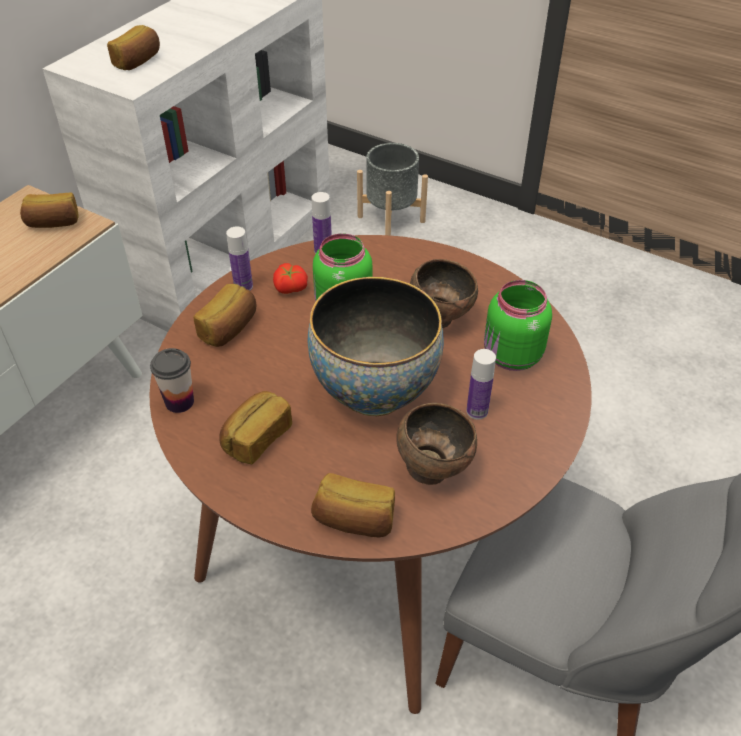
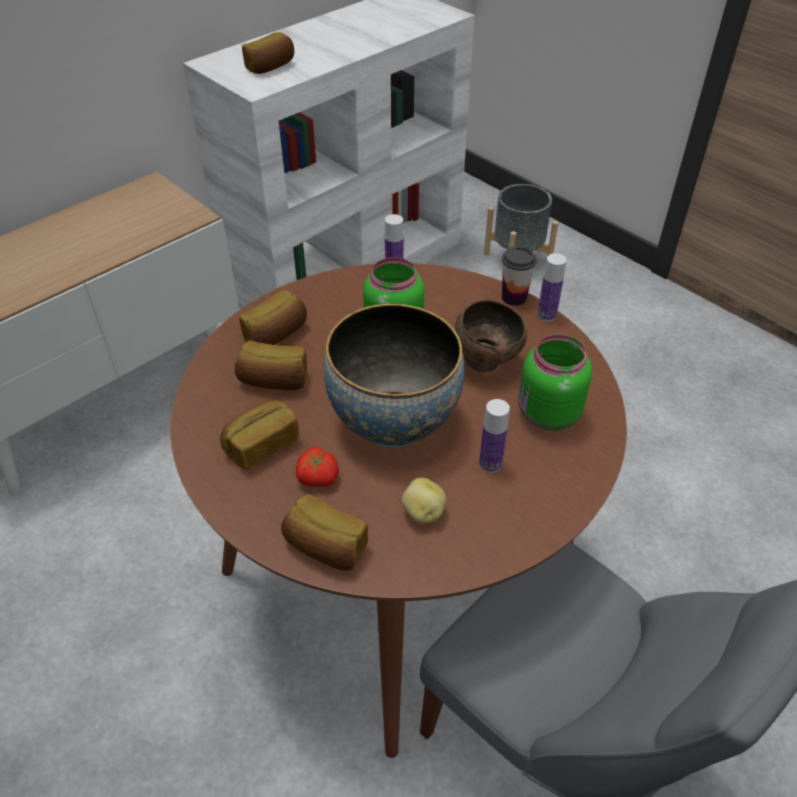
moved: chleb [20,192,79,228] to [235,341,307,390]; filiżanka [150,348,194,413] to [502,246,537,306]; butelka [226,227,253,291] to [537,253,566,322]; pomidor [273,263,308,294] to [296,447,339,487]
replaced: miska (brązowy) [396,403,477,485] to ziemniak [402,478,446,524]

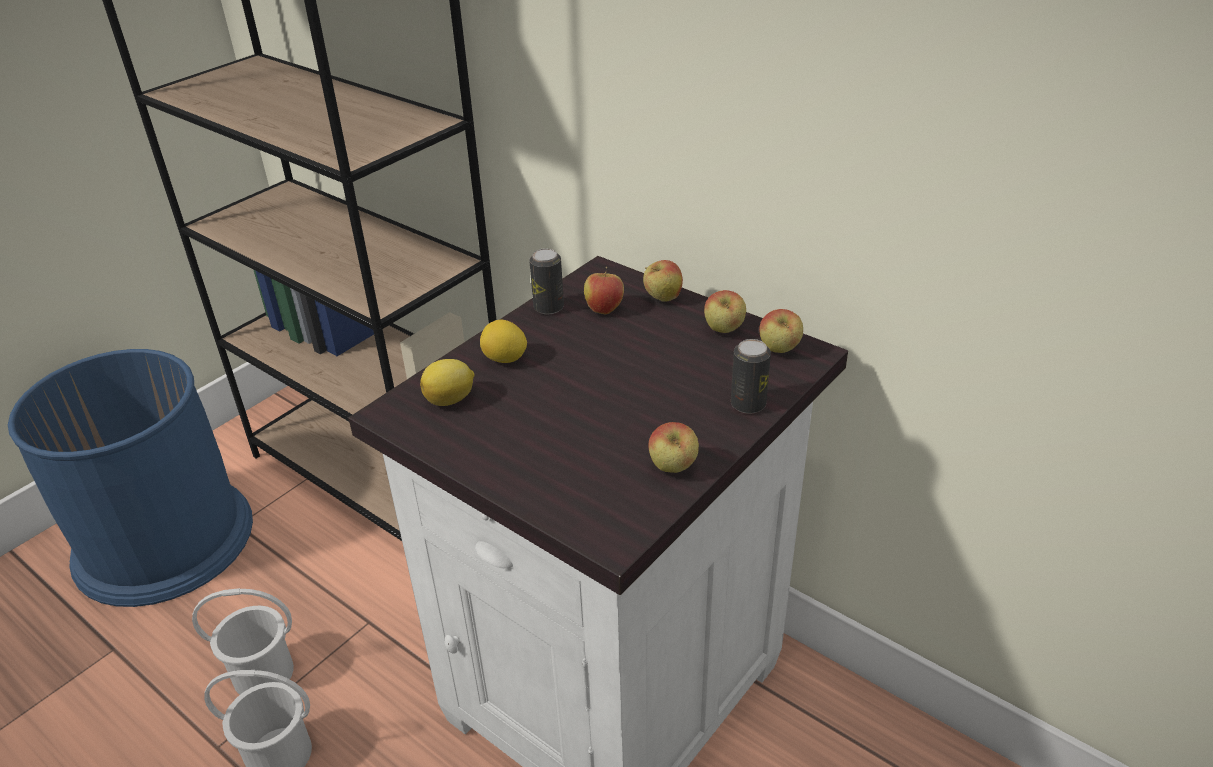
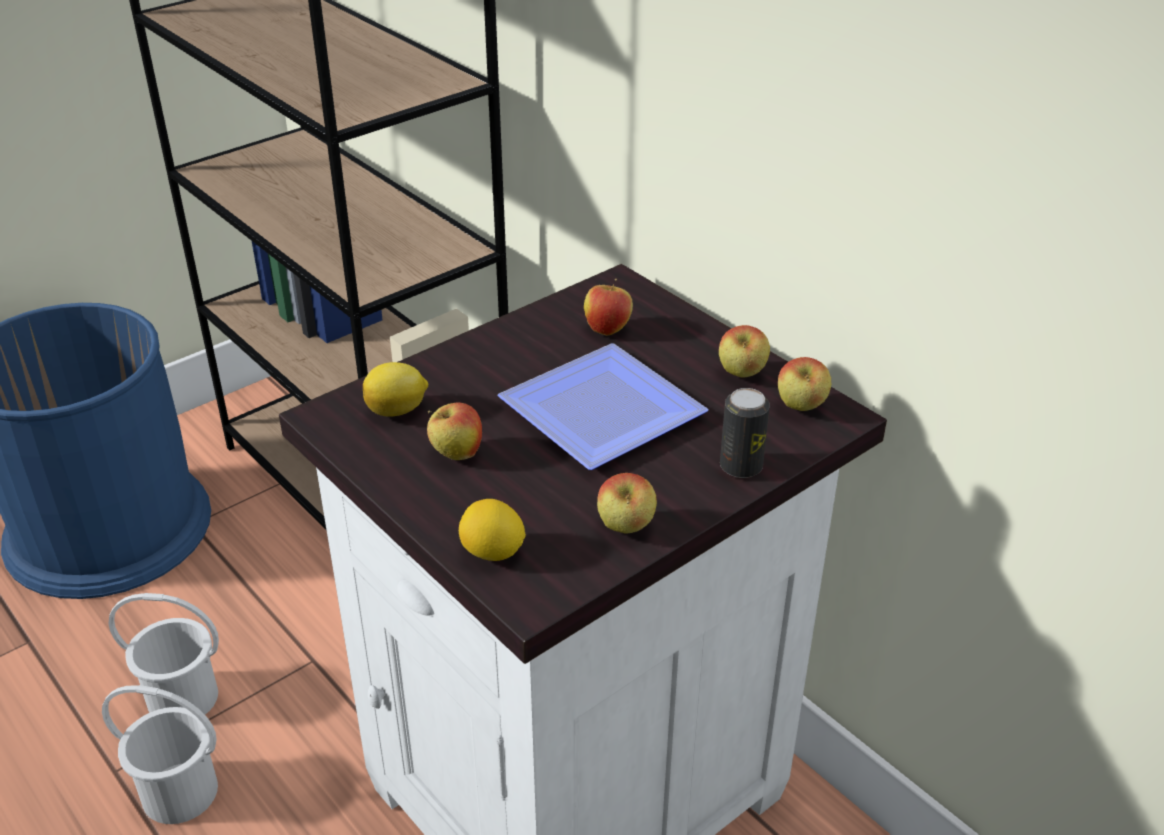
removed: puszka [529,248,564,314]
added: talerz [497,343,708,470]
moved: cytryna [480,320,527,363] to [459,499,526,561]; jabłko [643,260,683,302] to [427,402,482,460]

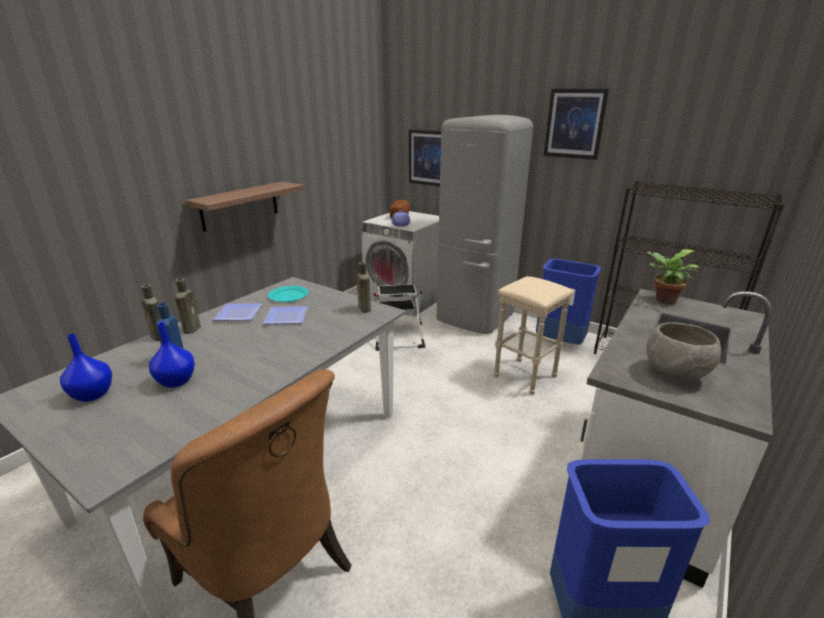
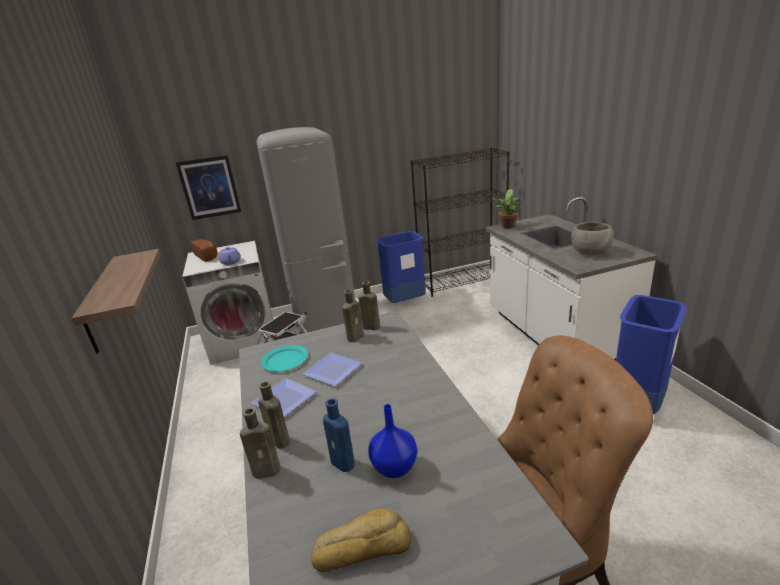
removed: stołek (beżowy) [494,276,574,395]; obraz [544,89,609,160]
added: butelka (brązowy) [342,290,364,342]
replaced: wazon (niebieski) [60,334,112,402] to chleb [311,508,411,572]

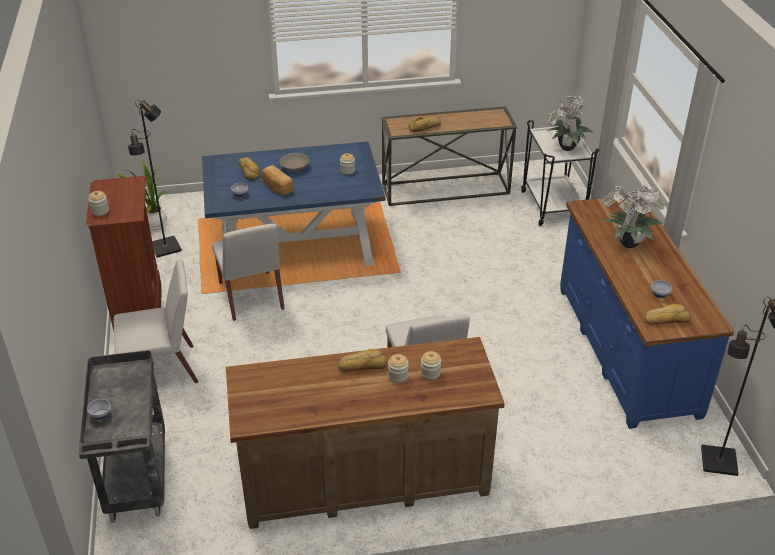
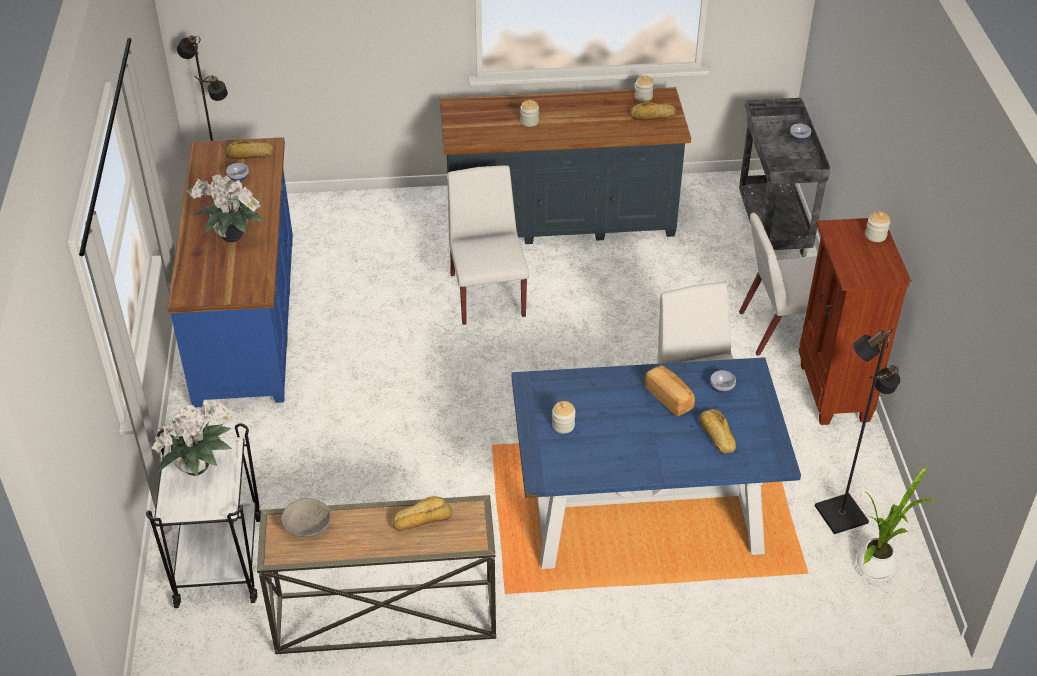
moved: miska (szary) [279,153,309,172] to [281,498,331,537]; chleb [338,349,387,372] to [631,101,676,120]; słoik [421,351,441,380] to [635,76,654,102]

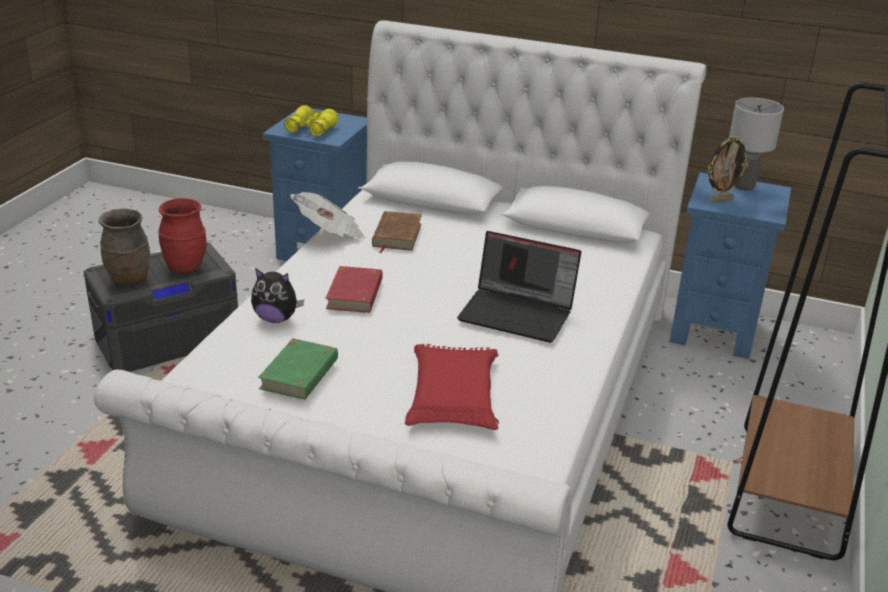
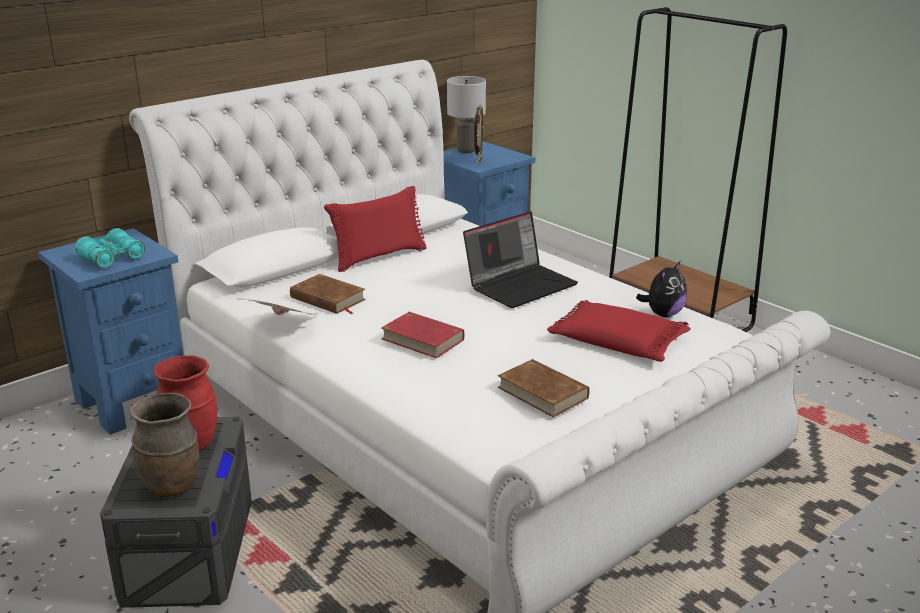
added: poduszka (czerwony) [324,186,427,272]
moved: pluszak [251,268,304,323] to [636,261,687,317]
recoloured: książka (zielony) [258,338,338,400] to książka (brązowy) [498,359,590,417]; lornetka (żółty) [284,105,338,136] to lornetka (turkusowy) [75,228,145,268]

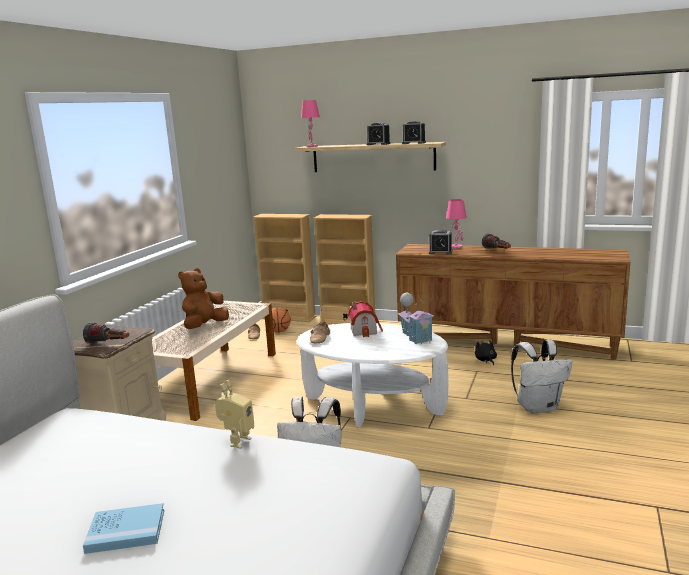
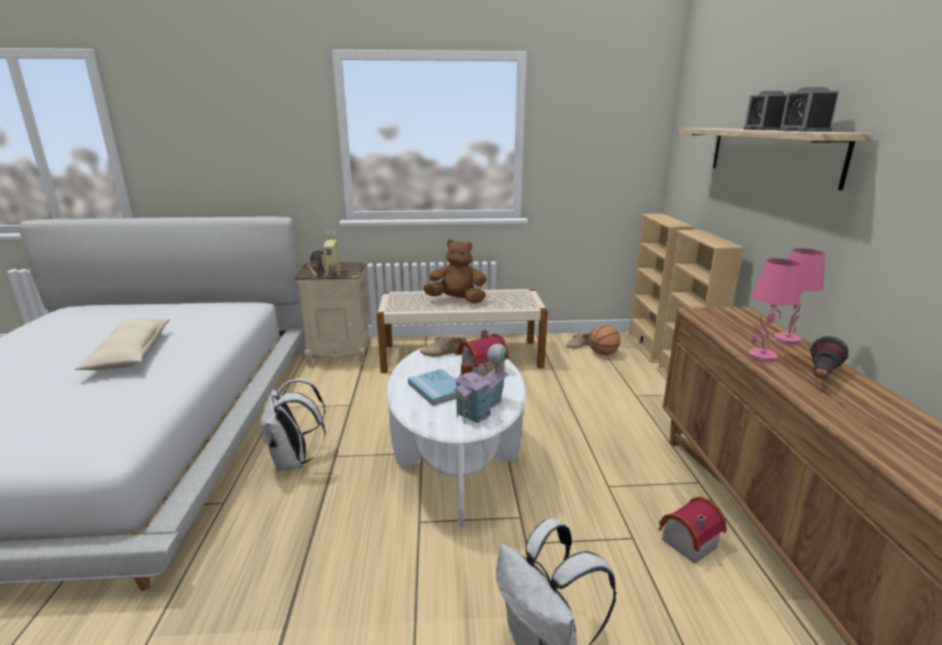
removed: budzik [429,230,452,254]
added: poduszka (beżowy) [74,318,170,370]
moved: książka (niebieski) [83,503,164,554] to [408,369,456,406]; robot zabawkowy [215,380,254,449] to [322,230,341,275]; lampa stołowa (różowy) [301,100,320,147] to [748,258,801,362]
replaced: pluszak (czarny) [475,340,497,365] to domek [658,496,727,564]

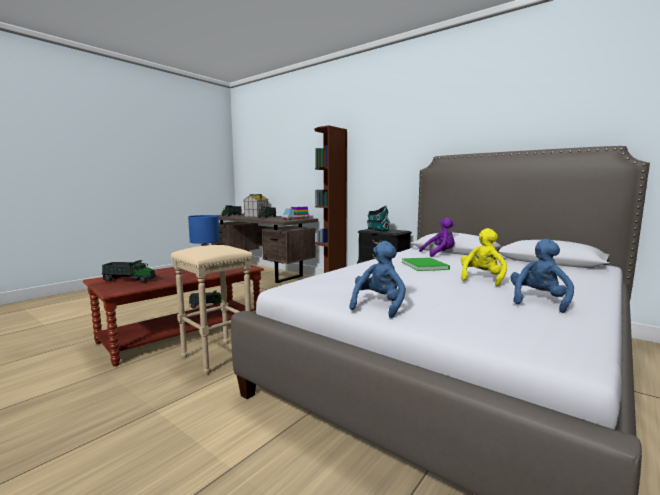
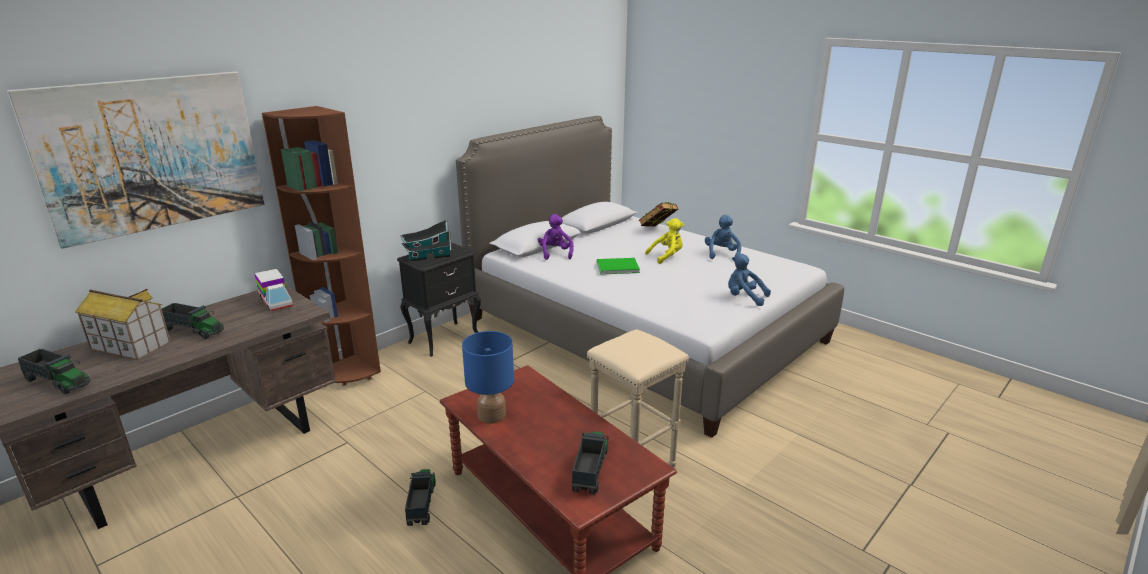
added: obraz [7,72,264,249]; książka [638,202,678,227]
turned: pluszak (żółty) [461,228,507,286] = [645,218,684,264] 120 degrees clockwise; pluszak (niebieski) [510,239,574,313] = [705,215,741,259] 60 degrees clockwise

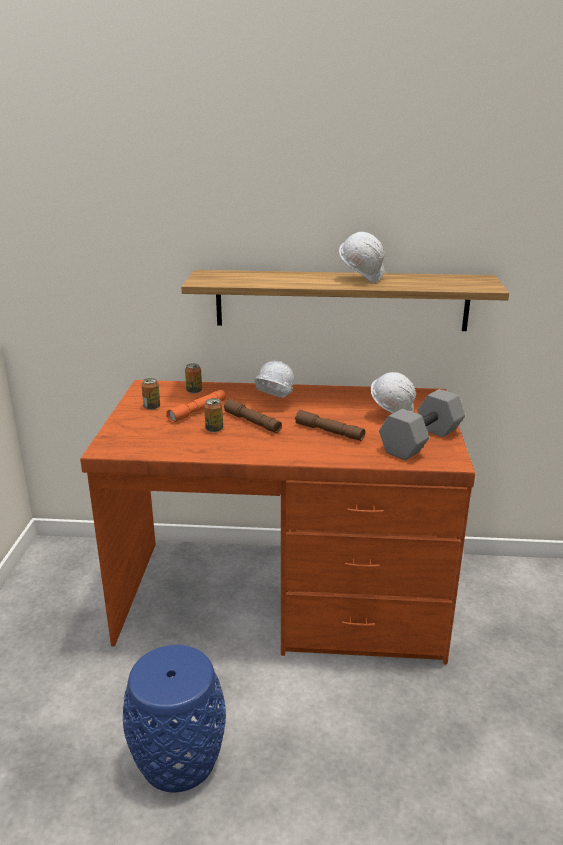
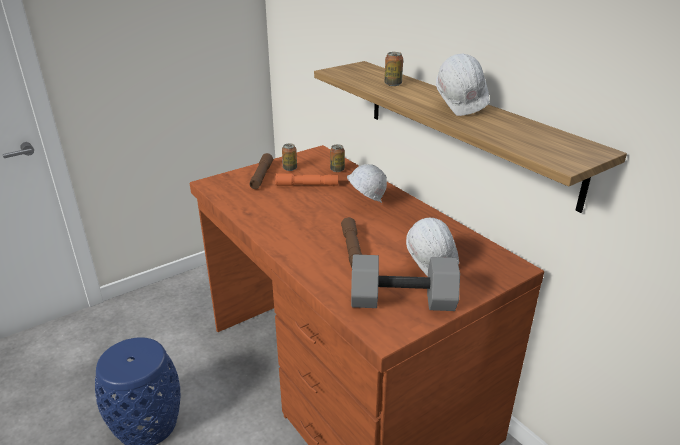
moved: puszka [204,398,223,432] to [385,52,403,86]; latarka (brązowy) [224,399,282,433] to [250,153,273,189]

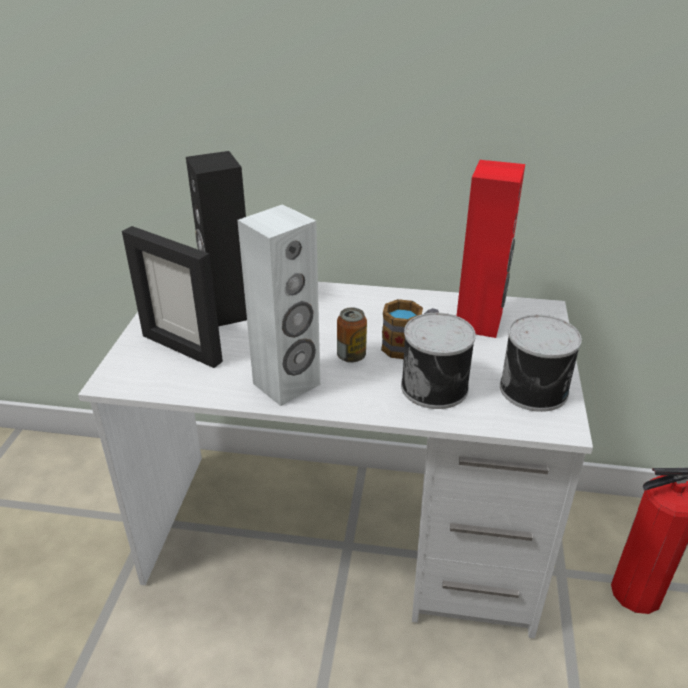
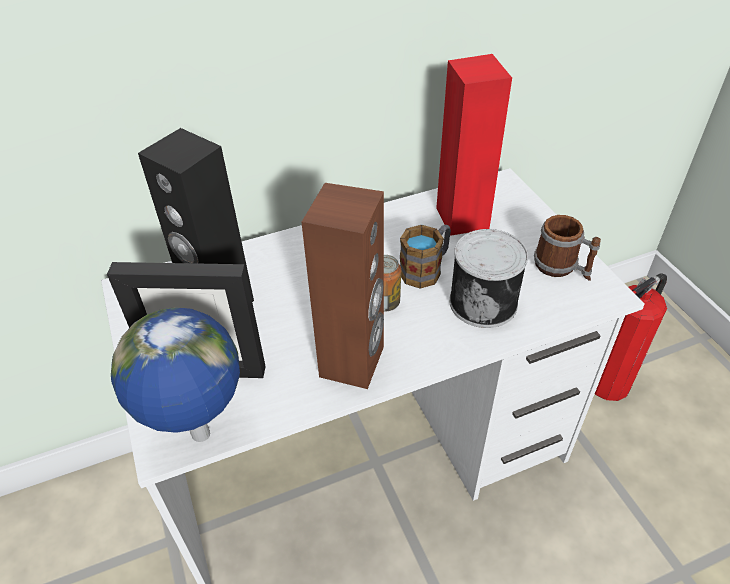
added: globus [111,307,240,442]
replaced: puszka [500,315,582,412] to kubek [534,215,601,281]
recoloured: głośnik (biały) [237,204,320,406] to głośnik (brązowy) [301,183,384,389]

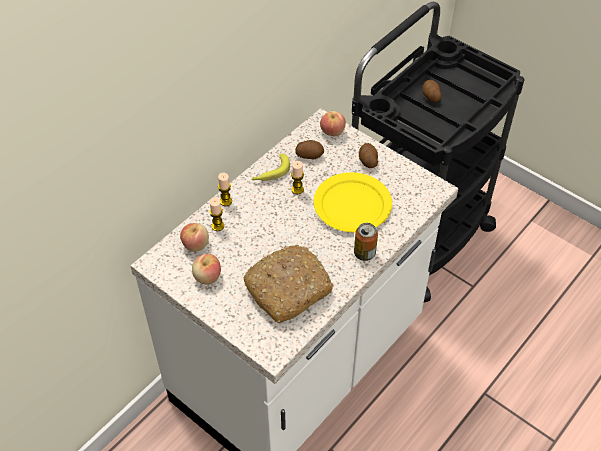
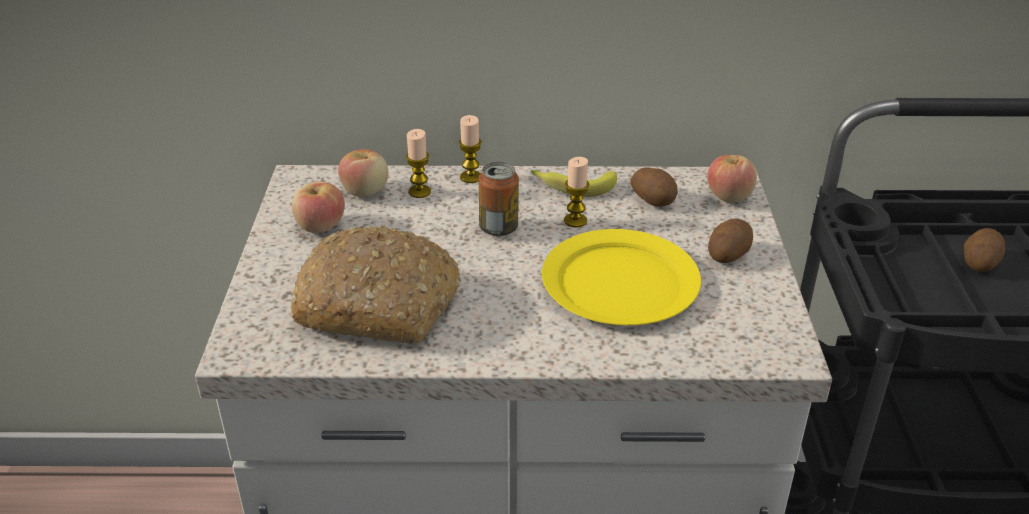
moved: puszka [354,223,378,261] to [479,162,519,236]

